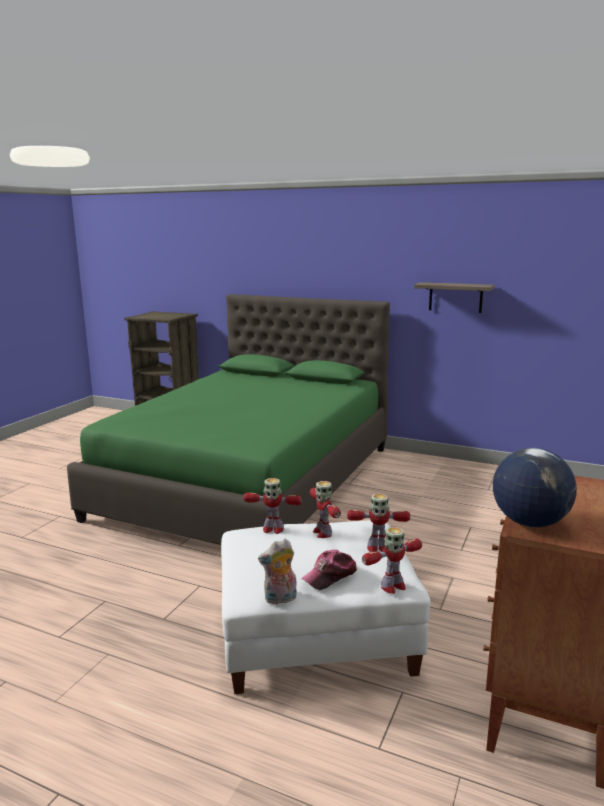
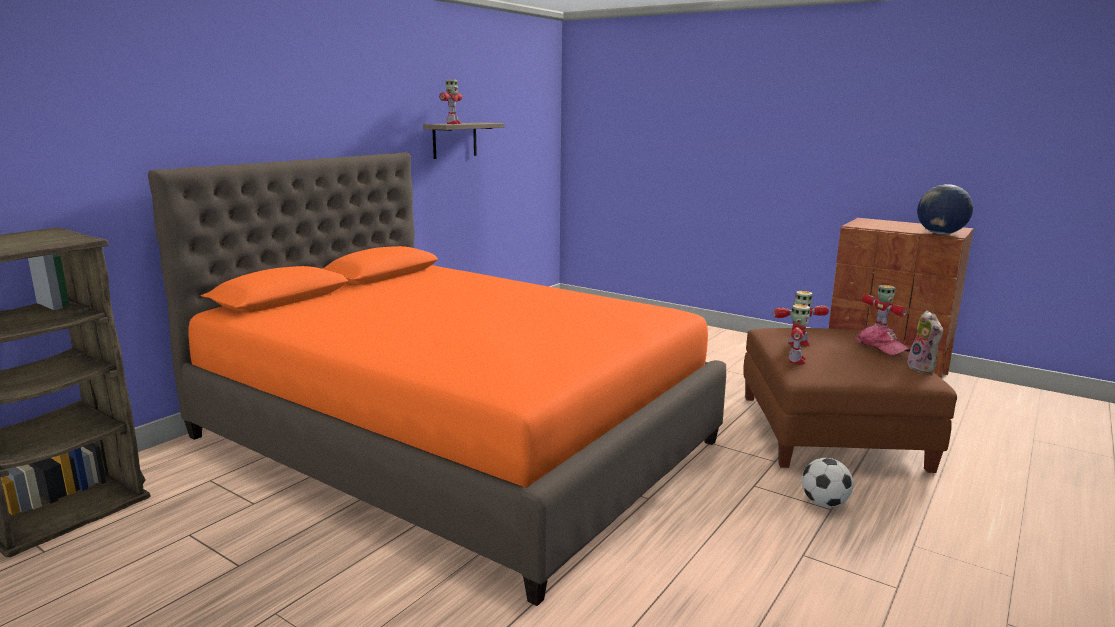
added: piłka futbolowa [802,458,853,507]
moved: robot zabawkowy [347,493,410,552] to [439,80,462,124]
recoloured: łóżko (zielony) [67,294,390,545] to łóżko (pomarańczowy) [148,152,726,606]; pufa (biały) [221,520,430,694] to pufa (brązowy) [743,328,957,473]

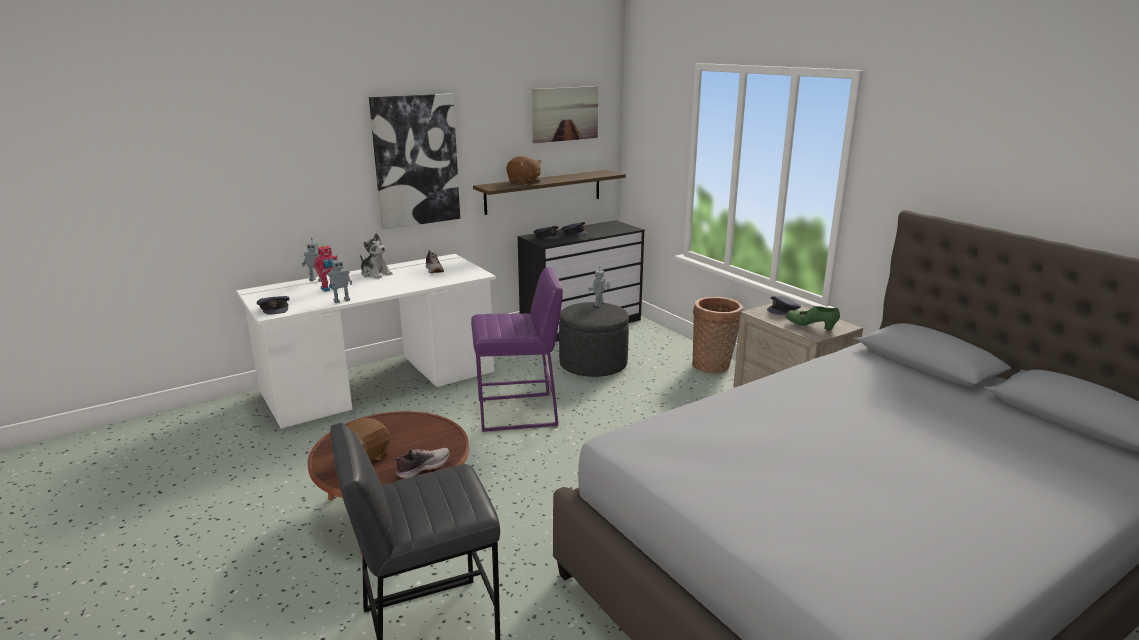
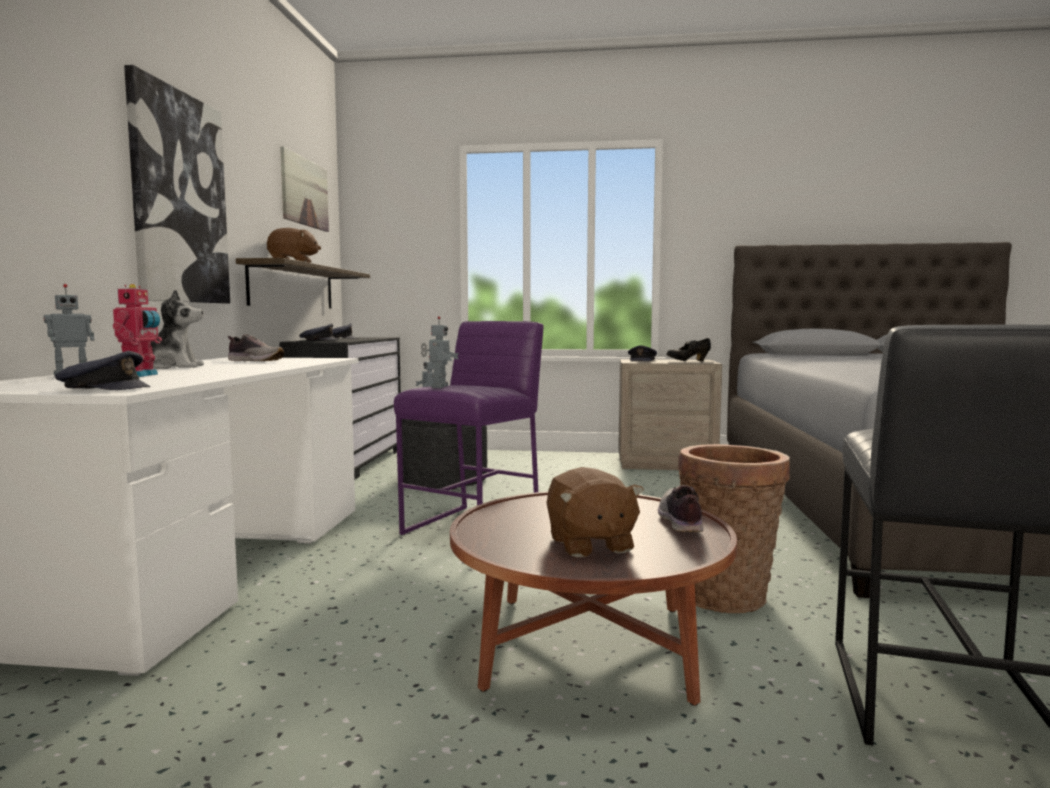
moved: robot zabawkowy [328,255,352,303] to [421,316,459,388]; koszyk [692,297,743,373] to [678,444,790,613]
recoloured: but (zielony) [786,306,840,330] to but (czarny) [666,338,711,361]

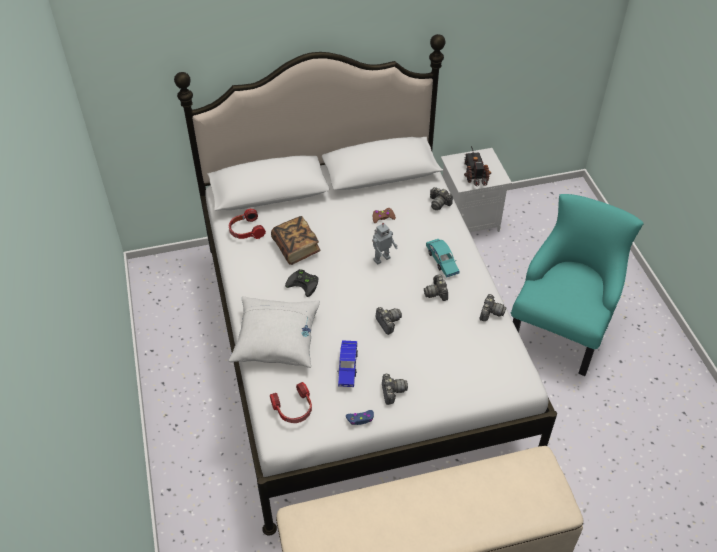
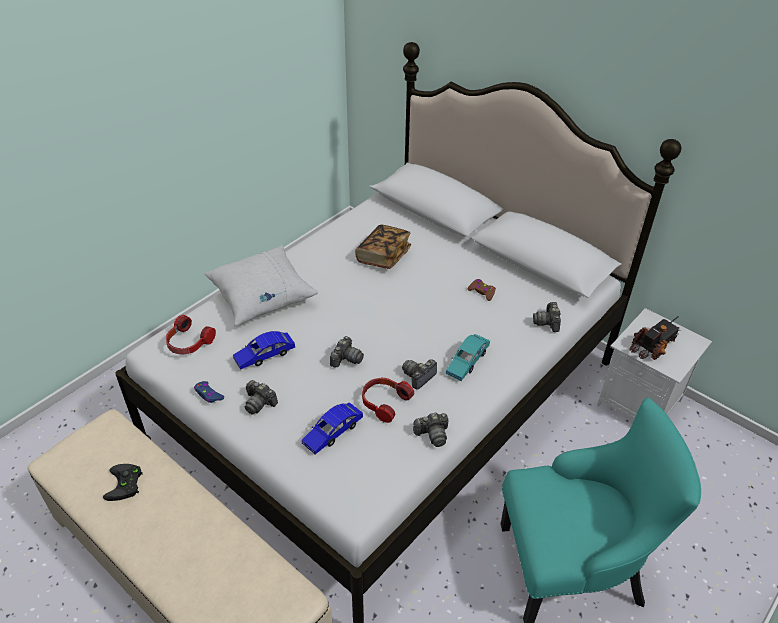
removed: robot zabawkowy [372,223,398,265]
added: samochodzik (niebieski) [302,402,363,454]
moved: słuchawki [229,209,266,239] to [362,378,415,423]; pad do gier (czarny) [285,269,319,297] to [103,464,143,501]
turned: aparat fotograficzny [382,374,408,405] = [245,380,278,415] 75 degrees clockwise

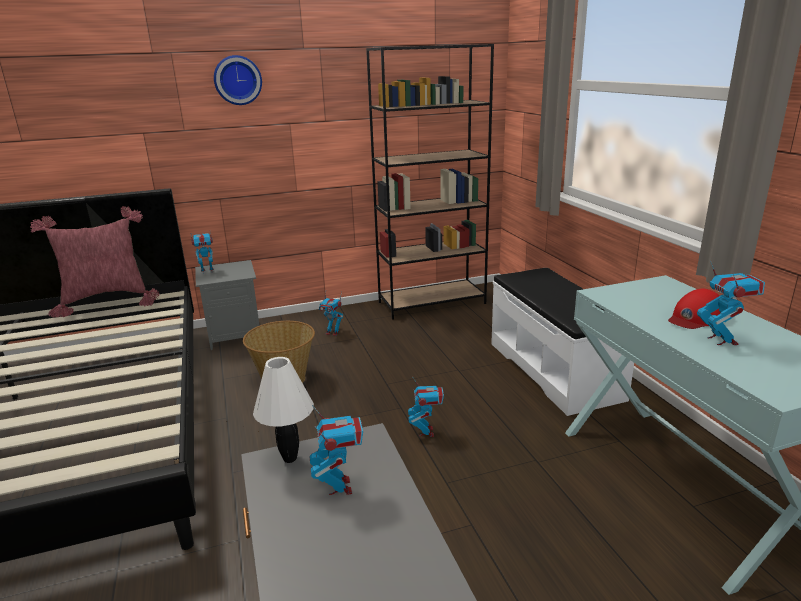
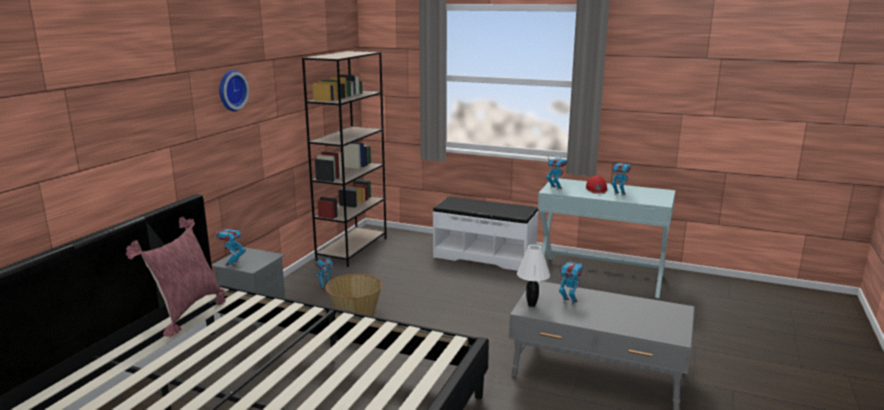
moved: robot zabawkowy [408,376,444,437] to [546,154,567,190]

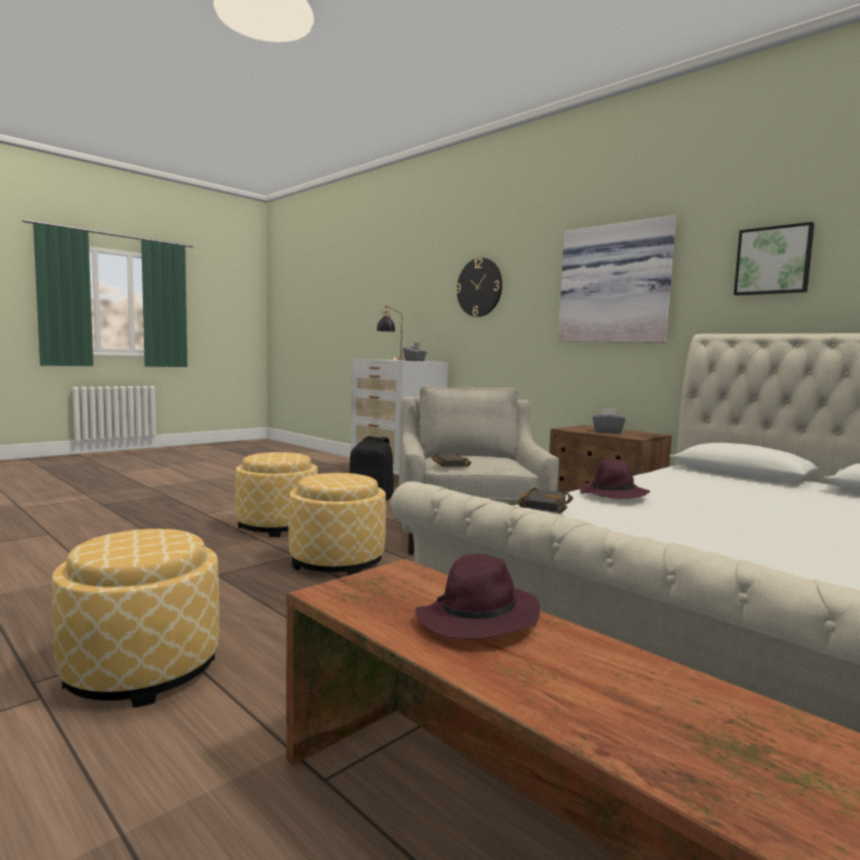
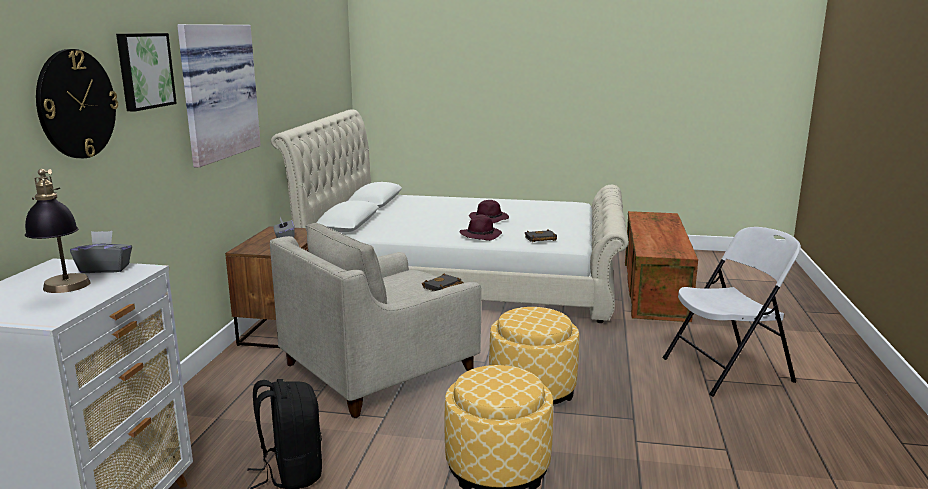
moved: kapelusz (fioletowy) [415,554,540,639] to [469,200,509,223]; obraz [734,222,814,295] to [116,33,177,111]
replaced: pufa [52,529,219,708] to krzesło (biały) [663,227,801,397]

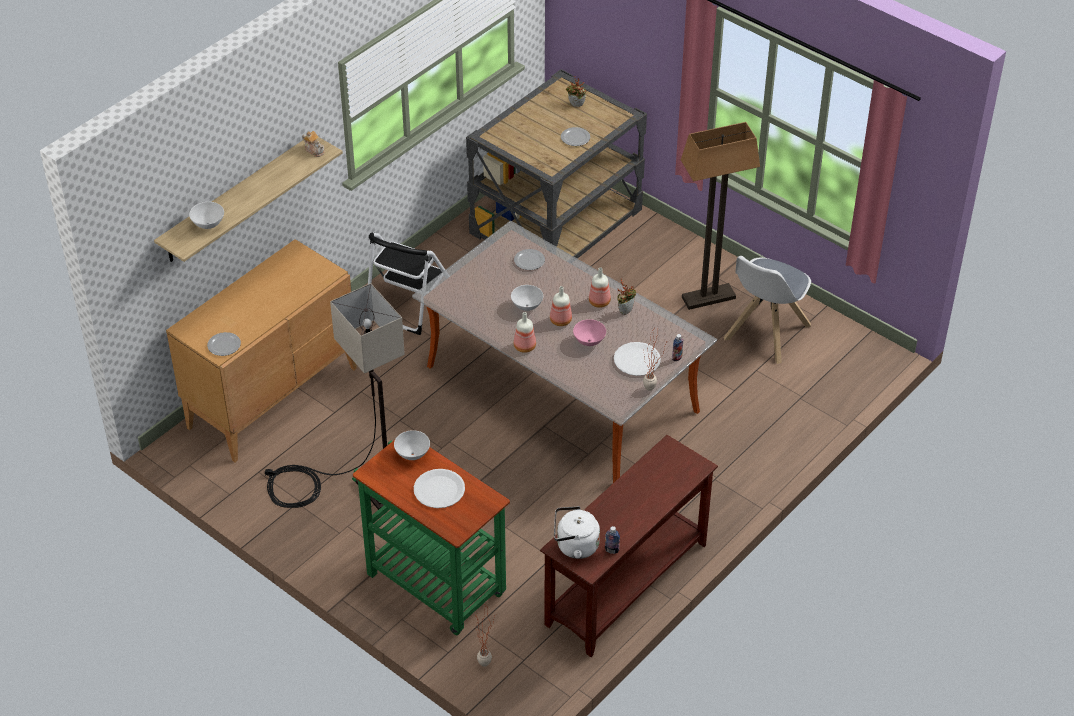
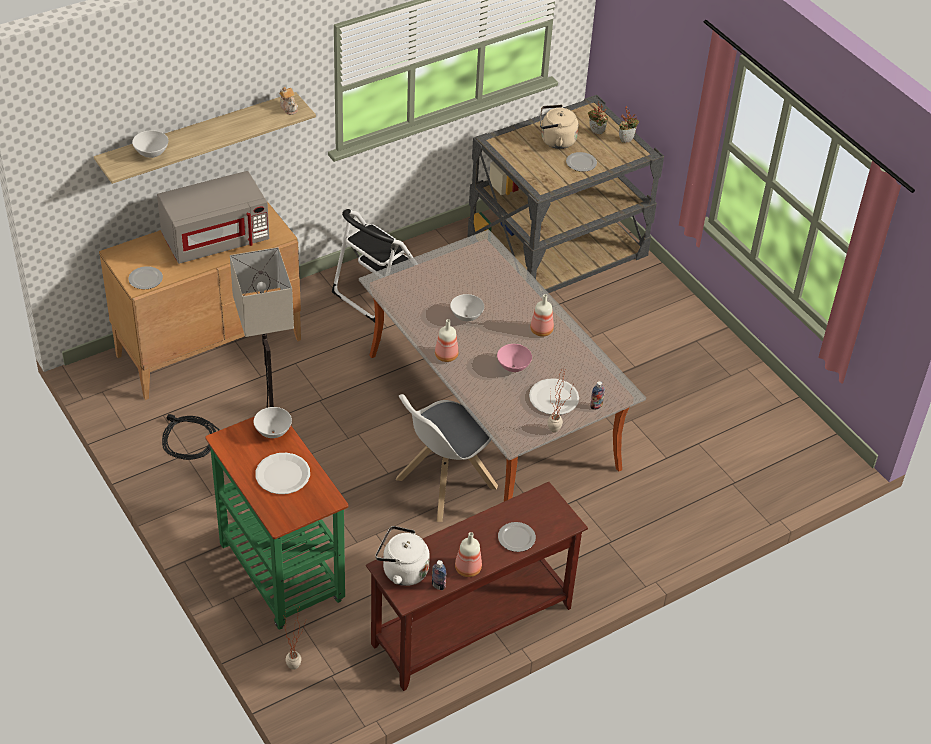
removed: lampa stojąca [681,122,760,310]
added: mikrofalówka (szary) [157,171,269,264]; czajnik (beżowy) [540,104,578,149]
moved: talerz [514,249,545,270] to [498,522,536,552]; butelka [550,286,572,326] to [455,532,482,577]; roślina doniczkowa [617,279,636,315] to [619,106,639,143]; krzesło [724,256,811,364] to [396,394,498,522]

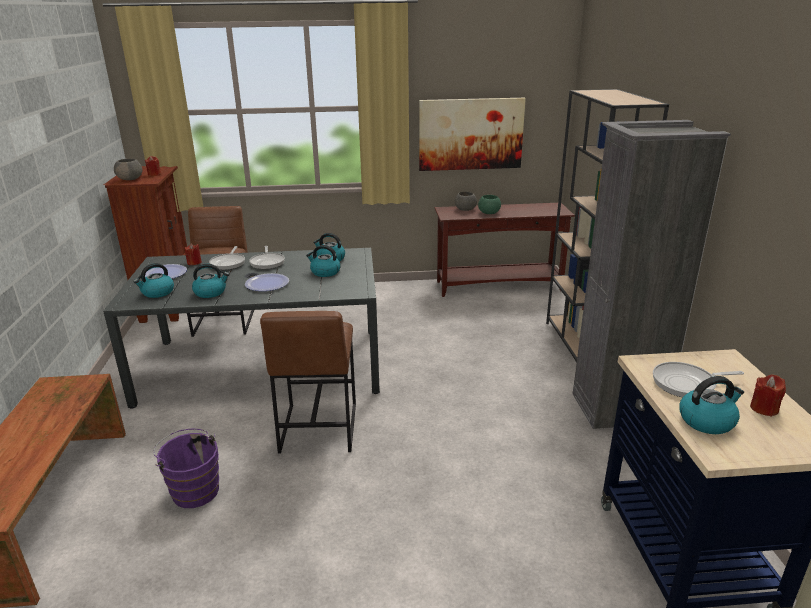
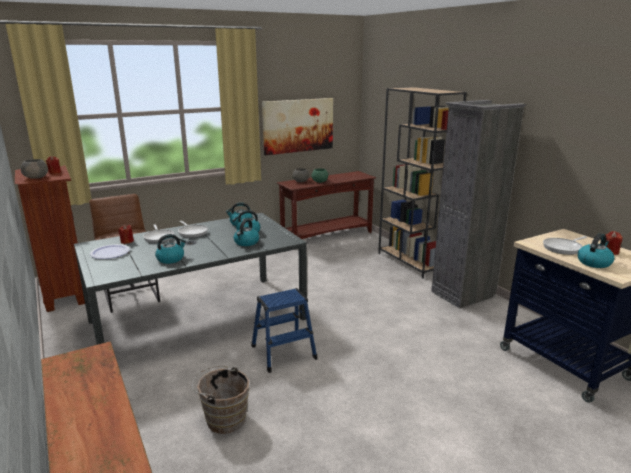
removed: talerz [245,273,289,291]
moved: czajnik [134,263,174,298] to [234,219,259,246]
replaced: krzesło (brązowy) [260,311,356,454] to drabinka (niebieski) [251,288,318,373]
recoloured: wiadro (fioletowy) [153,429,219,508] to wiadro (brązowy) [192,366,249,434]

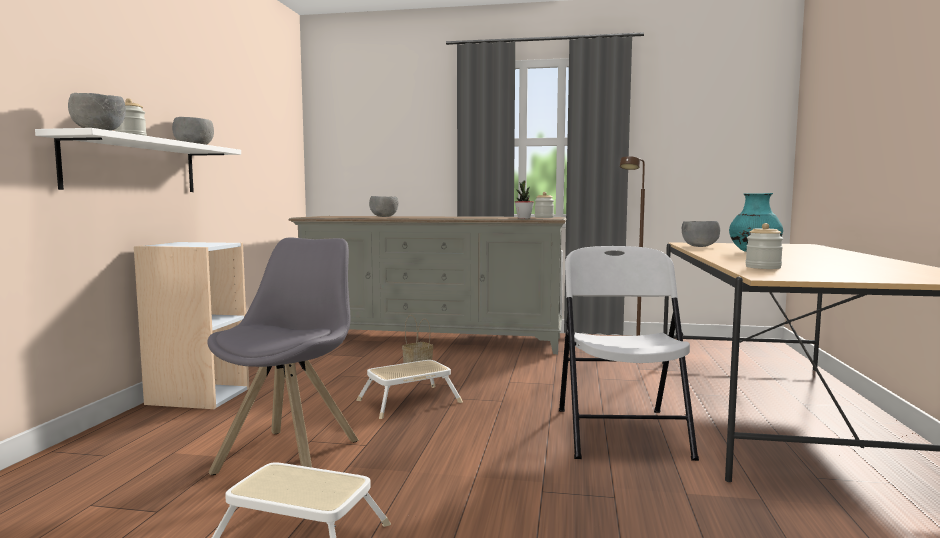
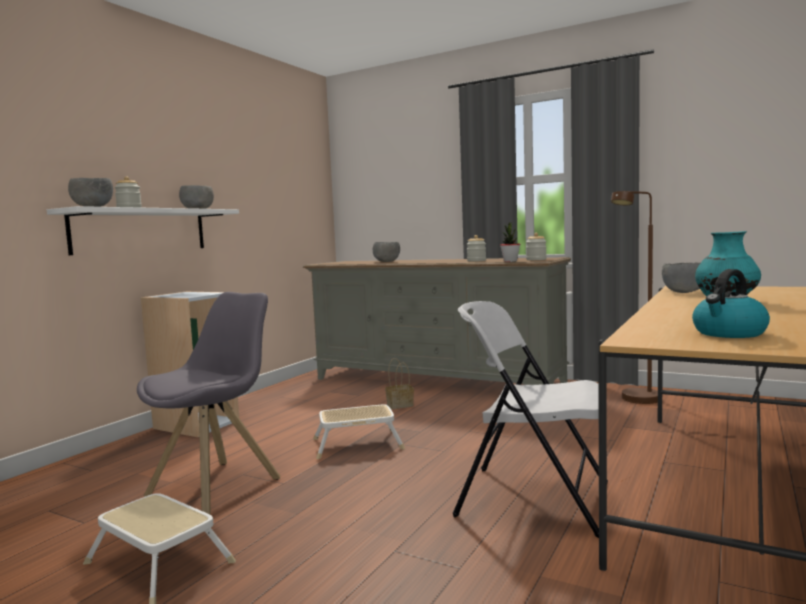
added: czajnik [692,269,770,338]
moved: słoik [746,223,783,269] to [467,235,486,262]
turned: krzesło (biały) [559,246,699,461] = [453,301,608,538] 90 degrees counterclockwise

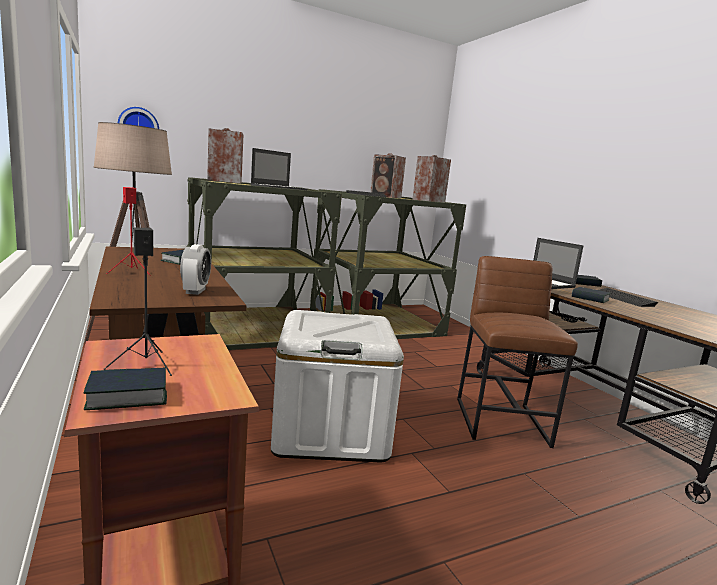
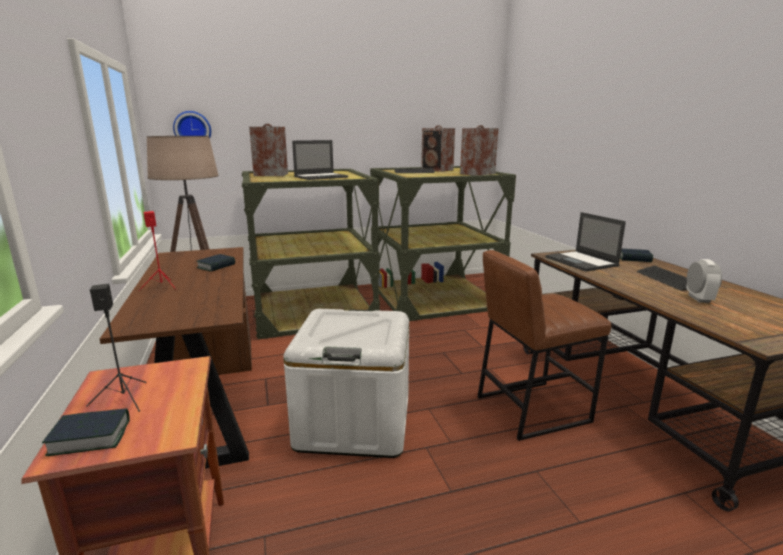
removed: książka [572,287,610,303]
moved: budzik [180,244,211,295] to [686,259,722,303]
turned: krzesło (brązowy) [457,256,578,448] = [478,250,611,441] 120 degrees counterclockwise

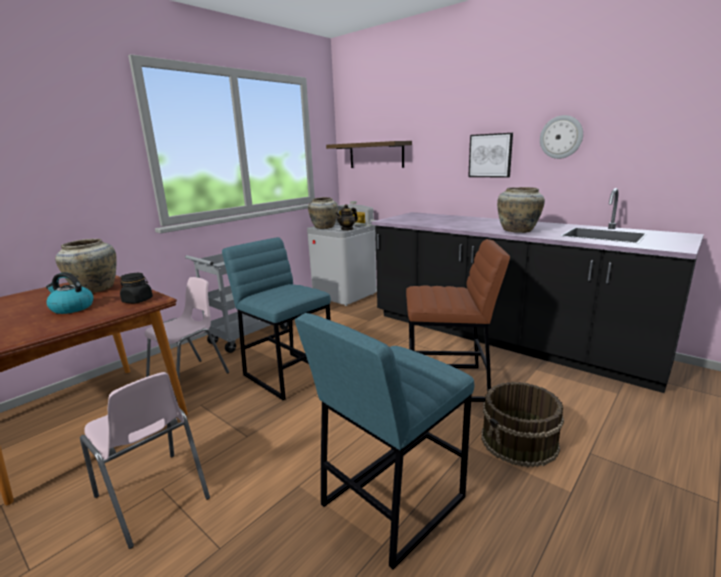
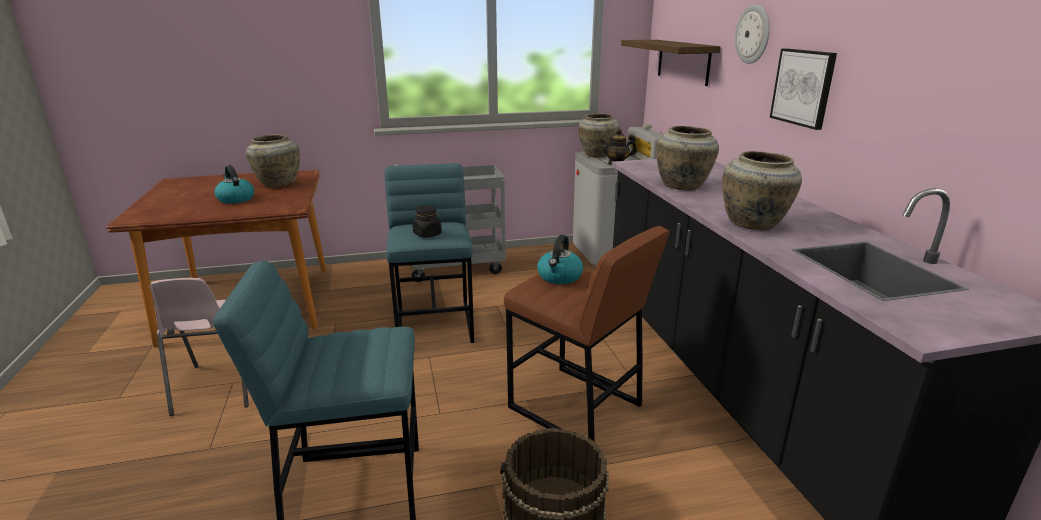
removed: krzesło (różowy) [144,277,229,401]
added: czajnik [537,235,583,284]; wazon (beżowy) [656,126,719,191]
moved: słoik (czarny) [120,273,153,303] to [412,206,442,238]; zegar ścienny [540,115,583,159] to [735,4,770,64]

